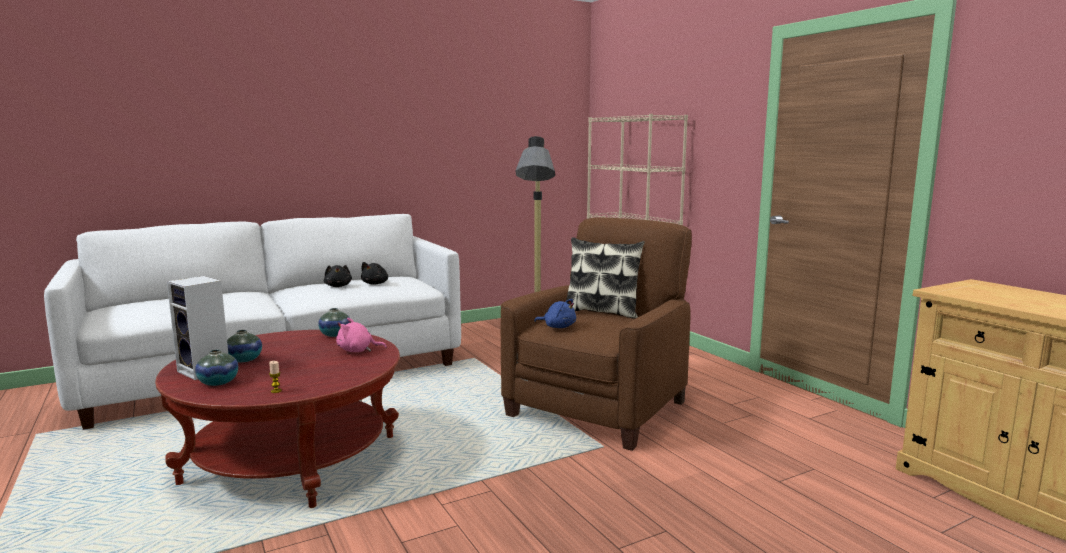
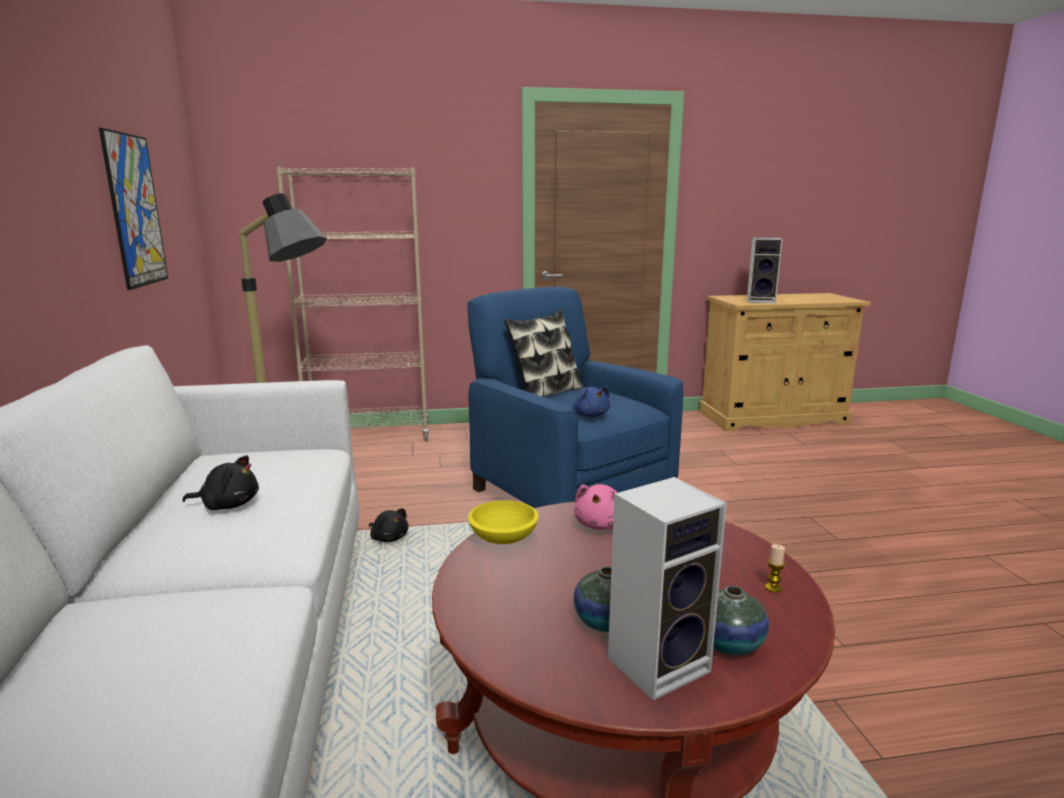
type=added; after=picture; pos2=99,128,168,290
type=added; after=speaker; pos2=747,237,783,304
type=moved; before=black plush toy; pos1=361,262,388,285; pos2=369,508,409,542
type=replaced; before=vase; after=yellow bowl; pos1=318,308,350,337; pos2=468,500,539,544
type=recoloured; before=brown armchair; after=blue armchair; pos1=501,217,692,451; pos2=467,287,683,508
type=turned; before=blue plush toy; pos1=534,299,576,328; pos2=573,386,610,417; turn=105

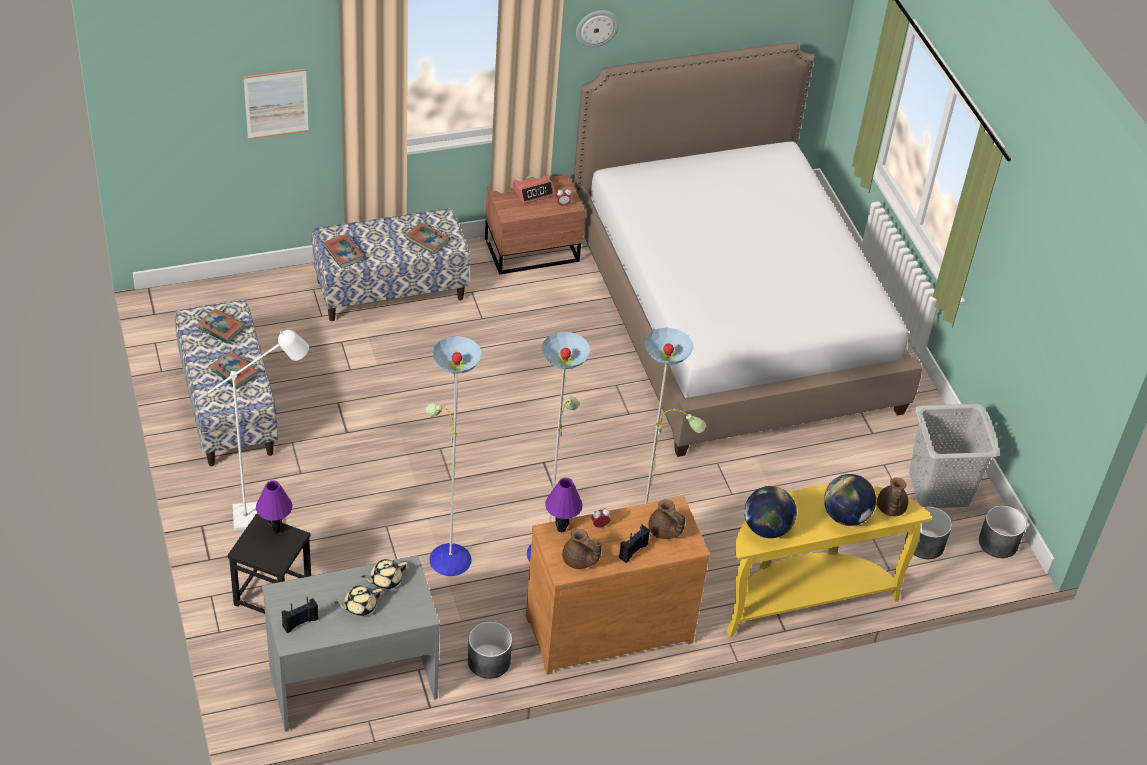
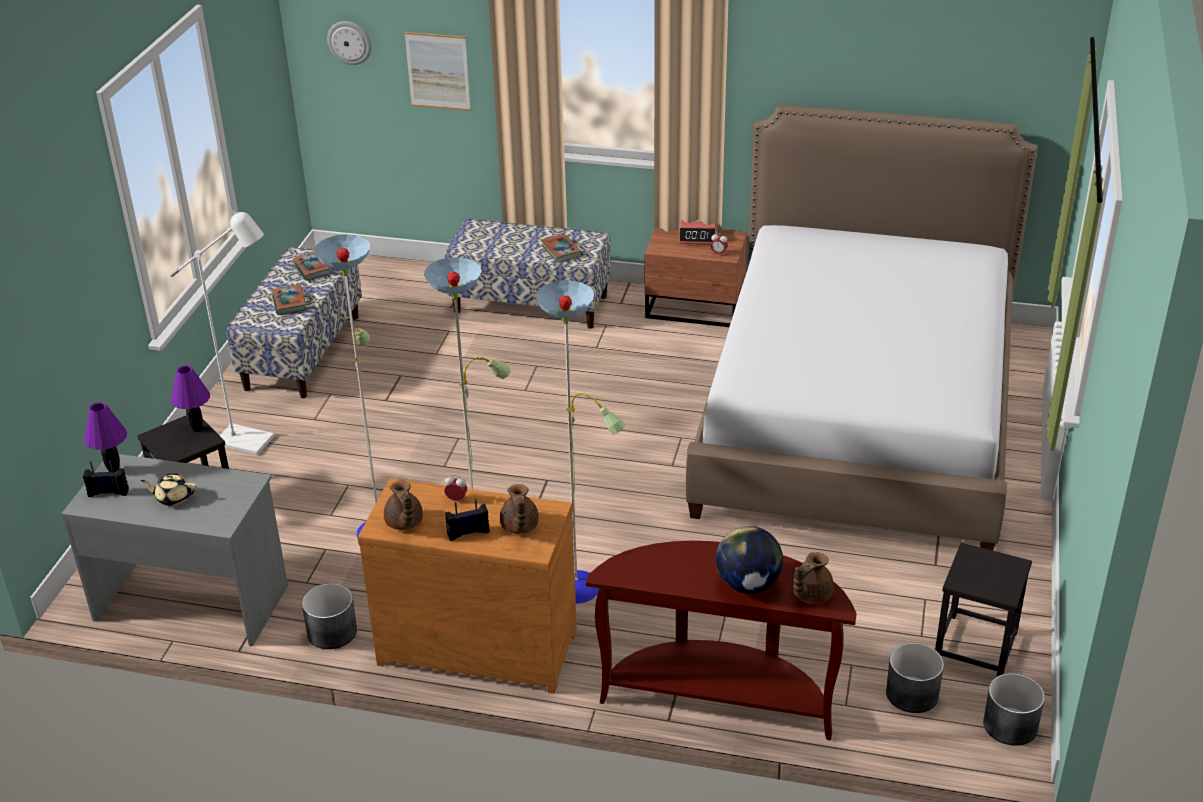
type=removed; before=book; pos1=323,234,365,269
type=removed; before=beige teapot; pos1=362,559,408,589
type=removed; before=globe; pos1=744,486,797,538
type=moved; before=purple table lamp; pos1=545,478,582,532; pos2=84,402,127,472
type=moved; before=wall clock; pos1=576,10,619,47; pos2=327,21,371,65
type=replaced; before=grey laundry basket; after=black stool; pos1=909,404,1000,508; pos2=935,543,1032,676
type=recoloured; before=yellow console table; after=brown console table; pos1=727,484,932,637; pos2=586,541,857,740

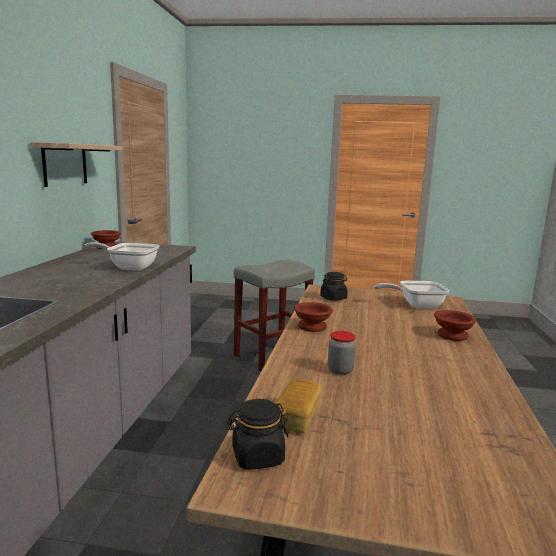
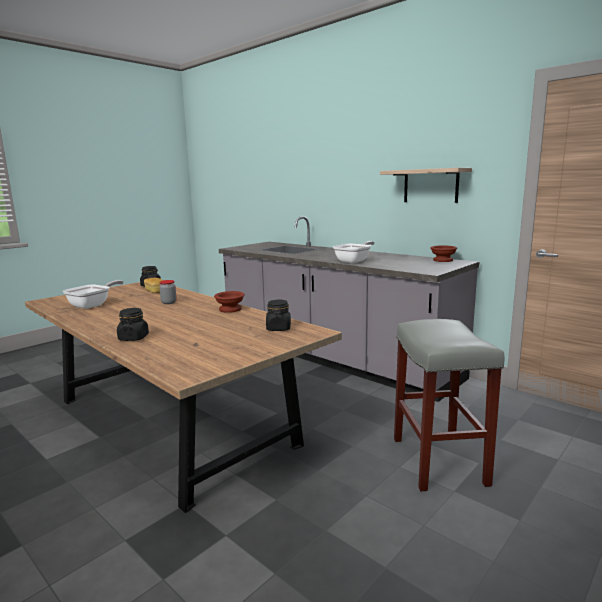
type=moved; before=frying pan; pos1=374,281,450,309; pos2=63,280,124,309
type=replaced; before=brown bowl; after=black jar; pos1=434,310,476,341; pos2=117,308,149,341

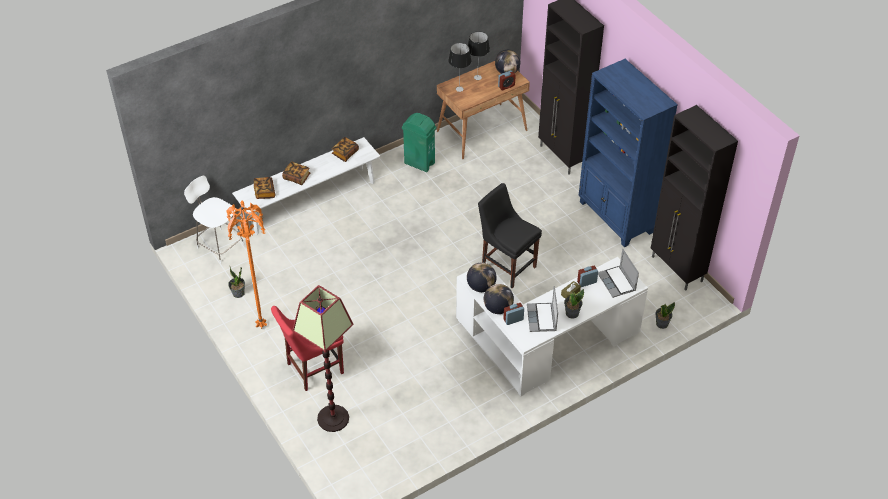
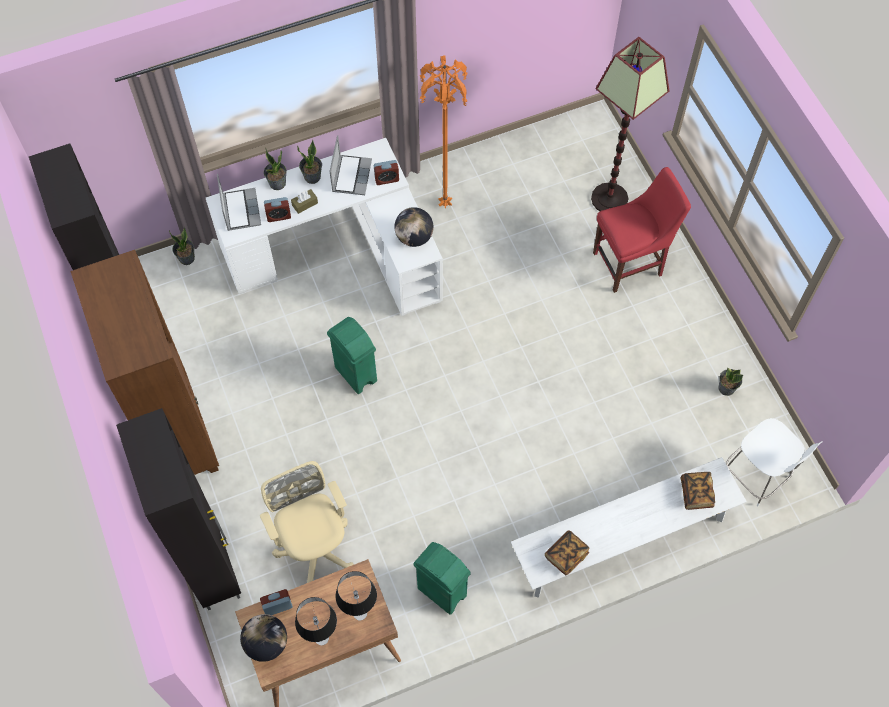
type=removed; before=book; pos1=282,161,310,185
type=removed; before=globe; pos1=484,284,514,314
type=added; after=beige office chair; pos2=260,461,354,583
type=added; after=potted plant; pos2=264,147,287,190
type=moved; before=orange floor lamp; pos1=226,200,267,329; pos2=420,55,468,208
type=replaced; before=black chair; after=green trash can; pos1=478,183,542,289; pos2=327,317,377,394
type=recoloured; before=blue bookcase; after=brown bookcase; pos1=579,59,678,247; pos2=70,250,219,475

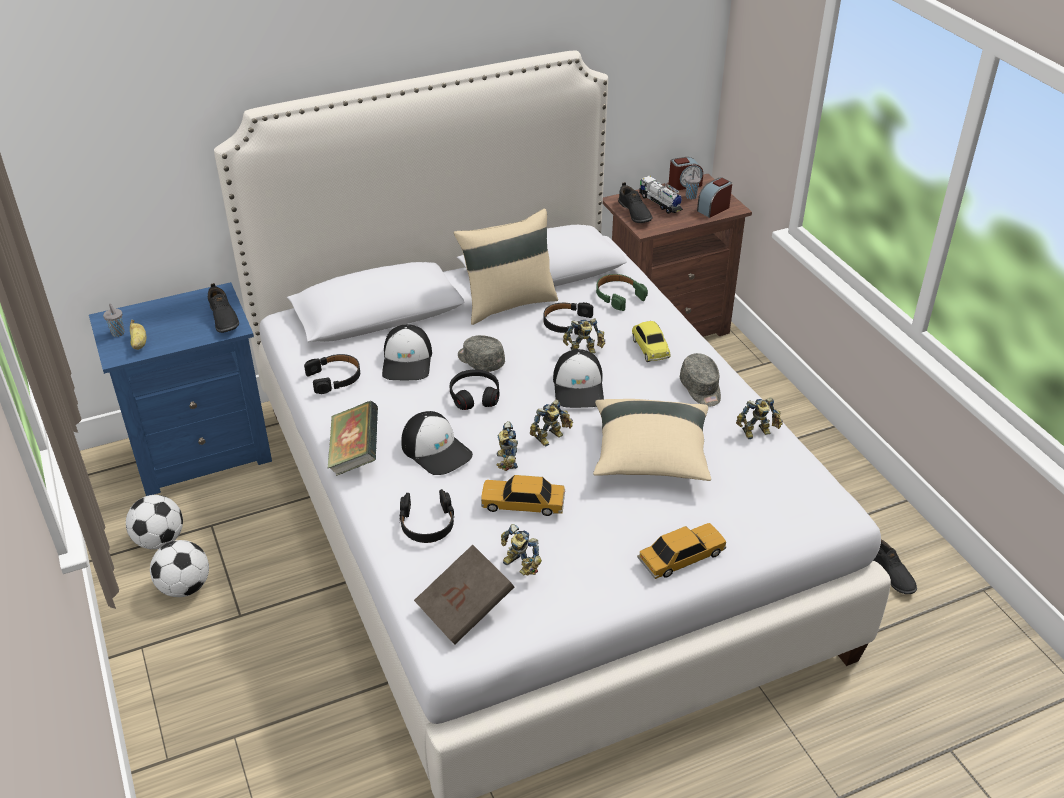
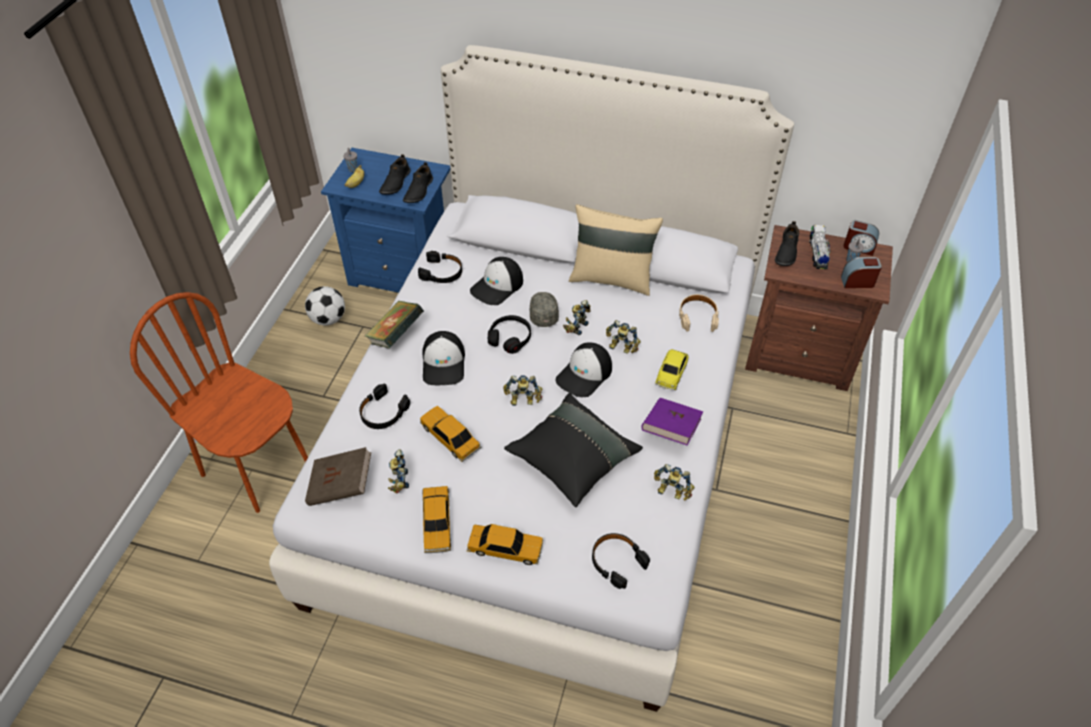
type=removed; before=football; pos1=150,540,209,597
type=added; after=brown chair; pos2=130,292,308,513
type=added; after=toy car; pos2=422,486,451,553
type=moved; before=toy robot; pos1=496,421,518,471; pos2=563,300,591,335
type=moved; before=black headphones; pos1=544,302,593,335; pos2=592,533,650,589
type=moved; before=black shoe; pos1=873,540,917,594; pos2=379,154,411,195
type=replaced; before=grey cap; after=purple book; pos1=680,353,721,406; pos2=642,398,703,445
type=recoloured; before=beige pillow; after=black pillow; pos1=593,399,711,481; pos2=504,393,643,507
type=recoloured; before=green headphones; after=beige headphones; pos1=596,274,648,311; pos2=679,294,719,332

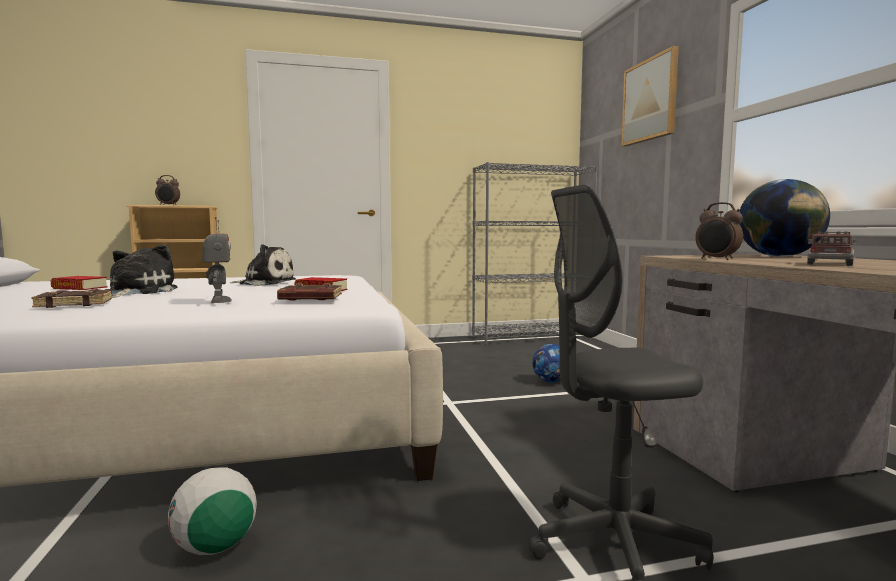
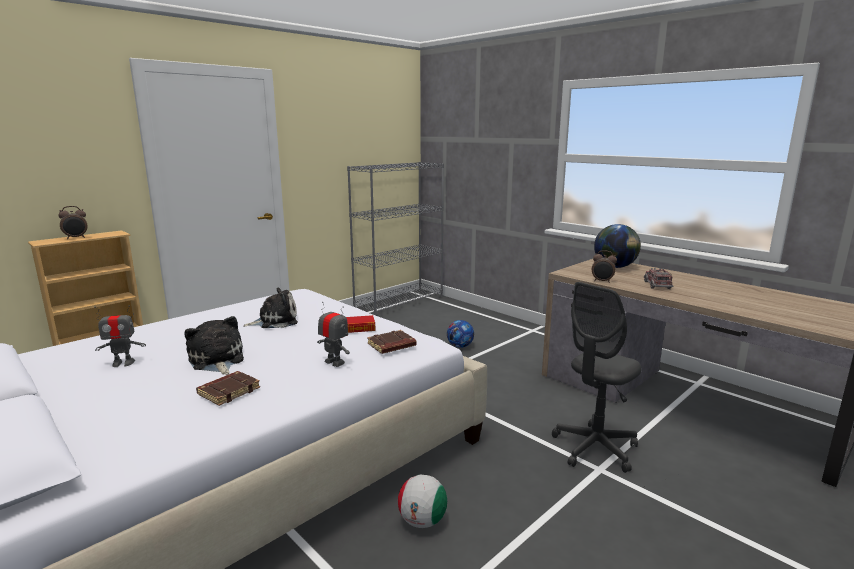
type=removed; before=picture; pos1=621,46,679,146
type=replaced; before=book; after=toy robot; pos1=51,276,108,290; pos2=94,306,146,367

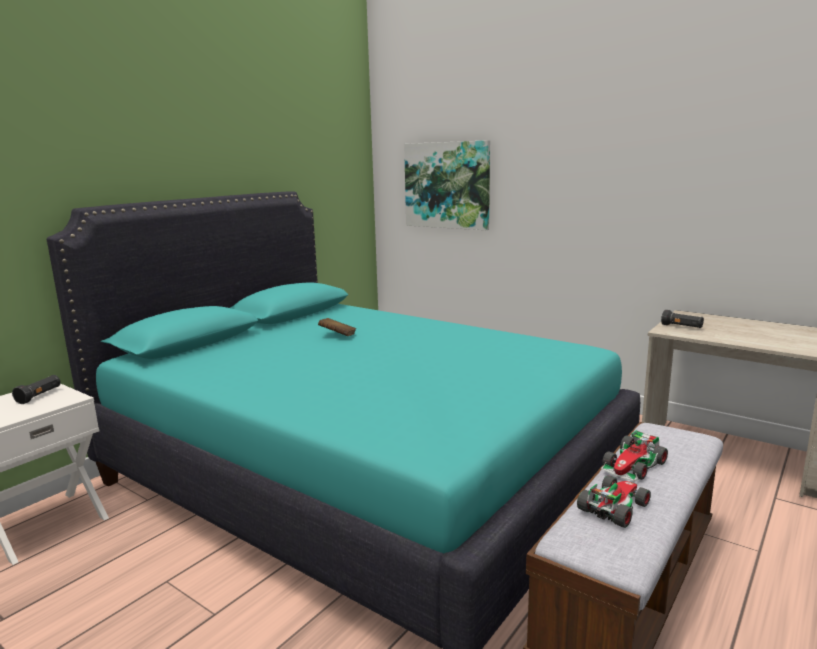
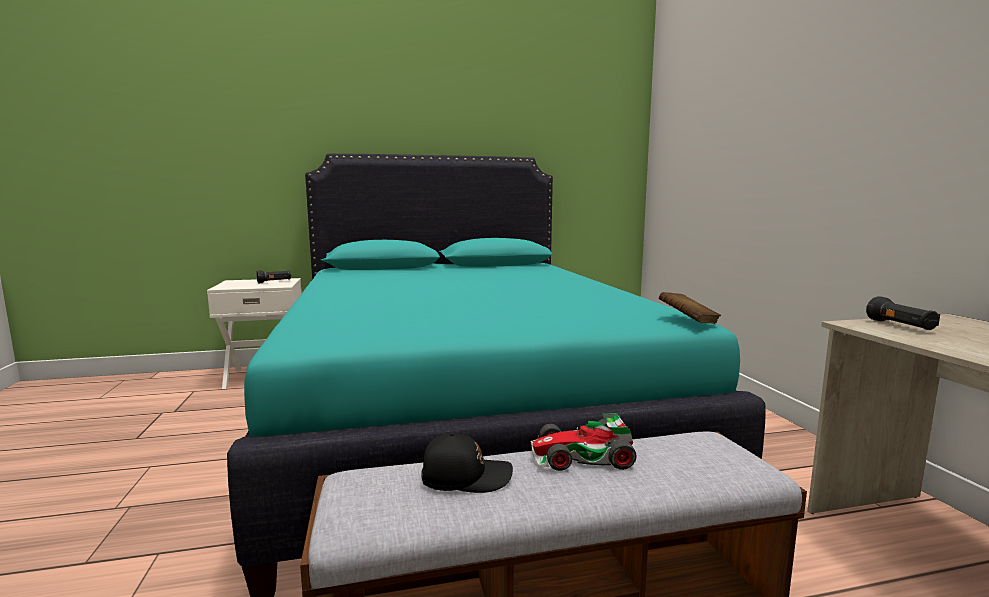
type=removed; before=picture; pos1=404,140,490,230
type=moved; before=brown book; pos1=318,318,356,336; pos2=659,292,721,324
type=replaced; before=toy car; after=black cap; pos1=577,475,651,528; pos2=421,433,513,493

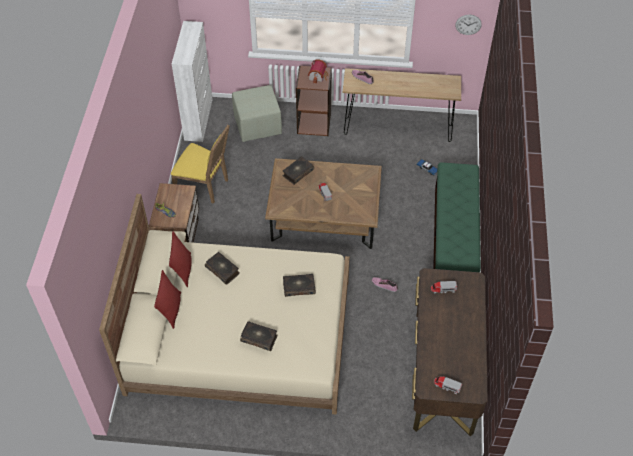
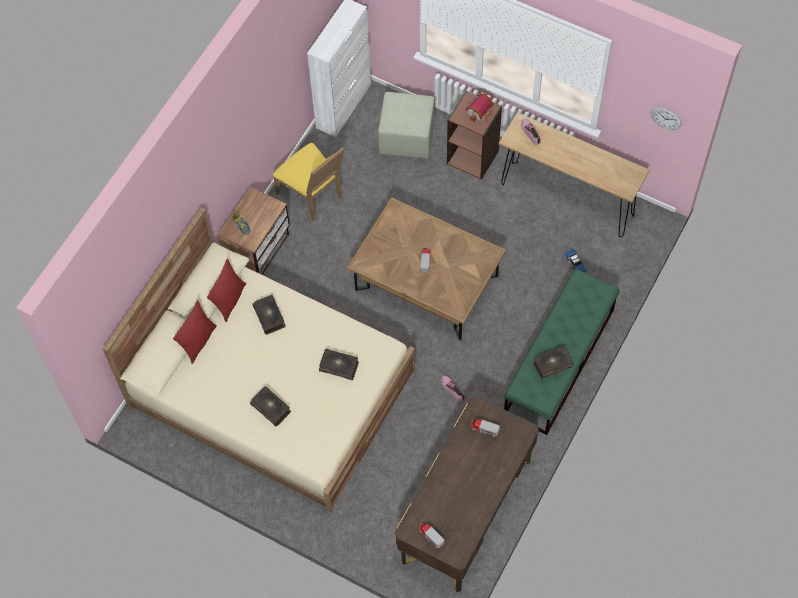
type=moved; before=book; pos1=283,156,314,185; pos2=533,346,574,379

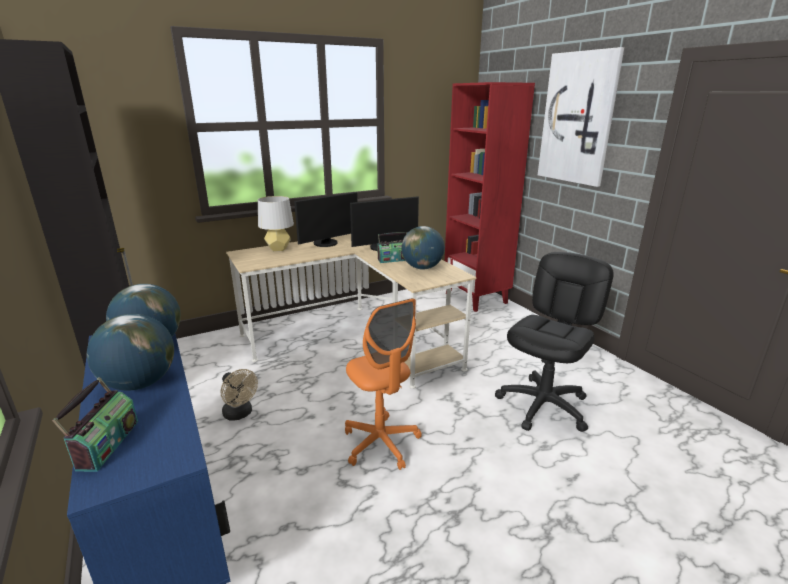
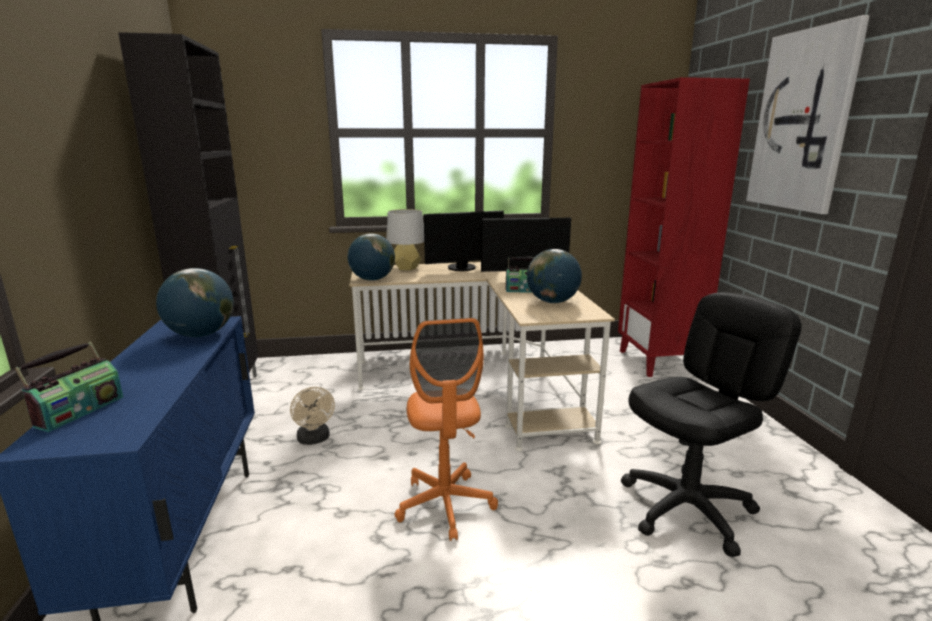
type=moved; before=globe; pos1=87,314,174,391; pos2=347,234,395,281

